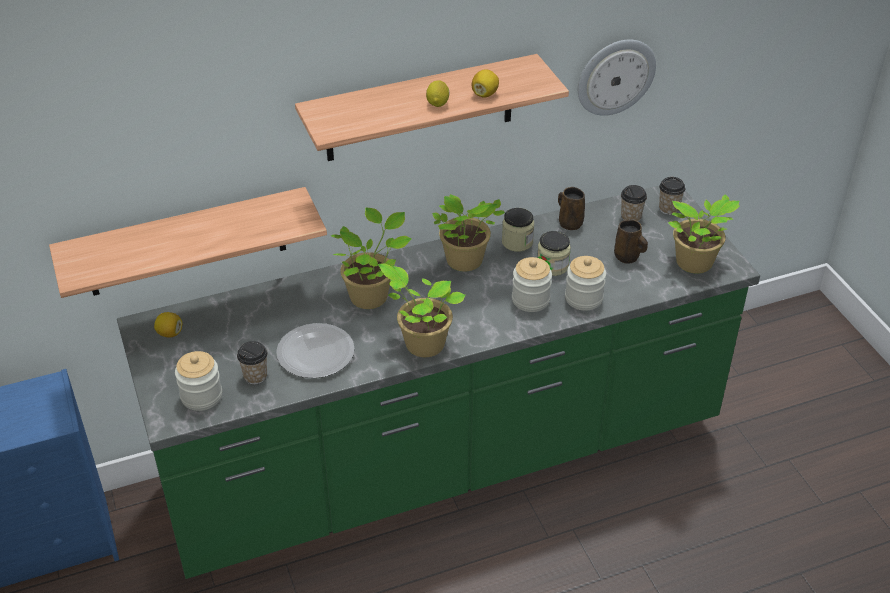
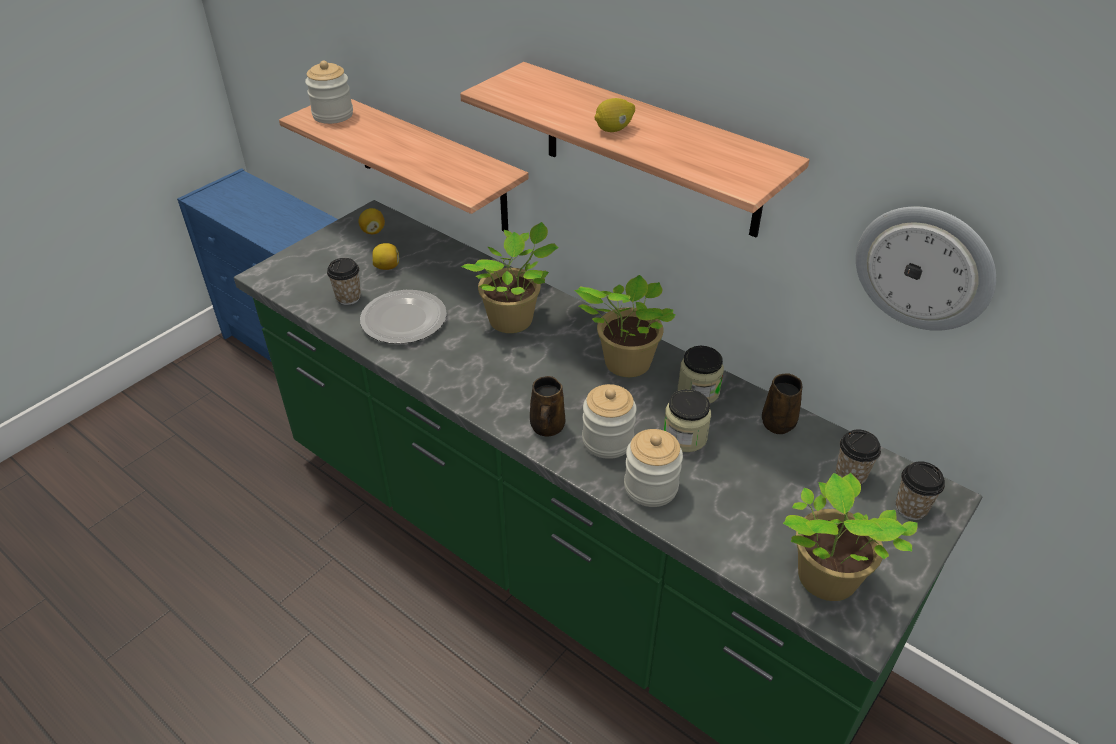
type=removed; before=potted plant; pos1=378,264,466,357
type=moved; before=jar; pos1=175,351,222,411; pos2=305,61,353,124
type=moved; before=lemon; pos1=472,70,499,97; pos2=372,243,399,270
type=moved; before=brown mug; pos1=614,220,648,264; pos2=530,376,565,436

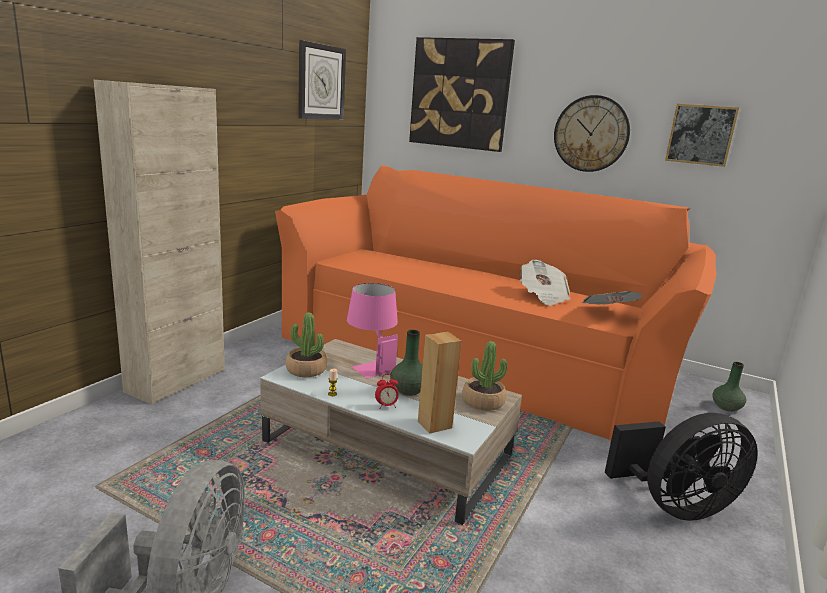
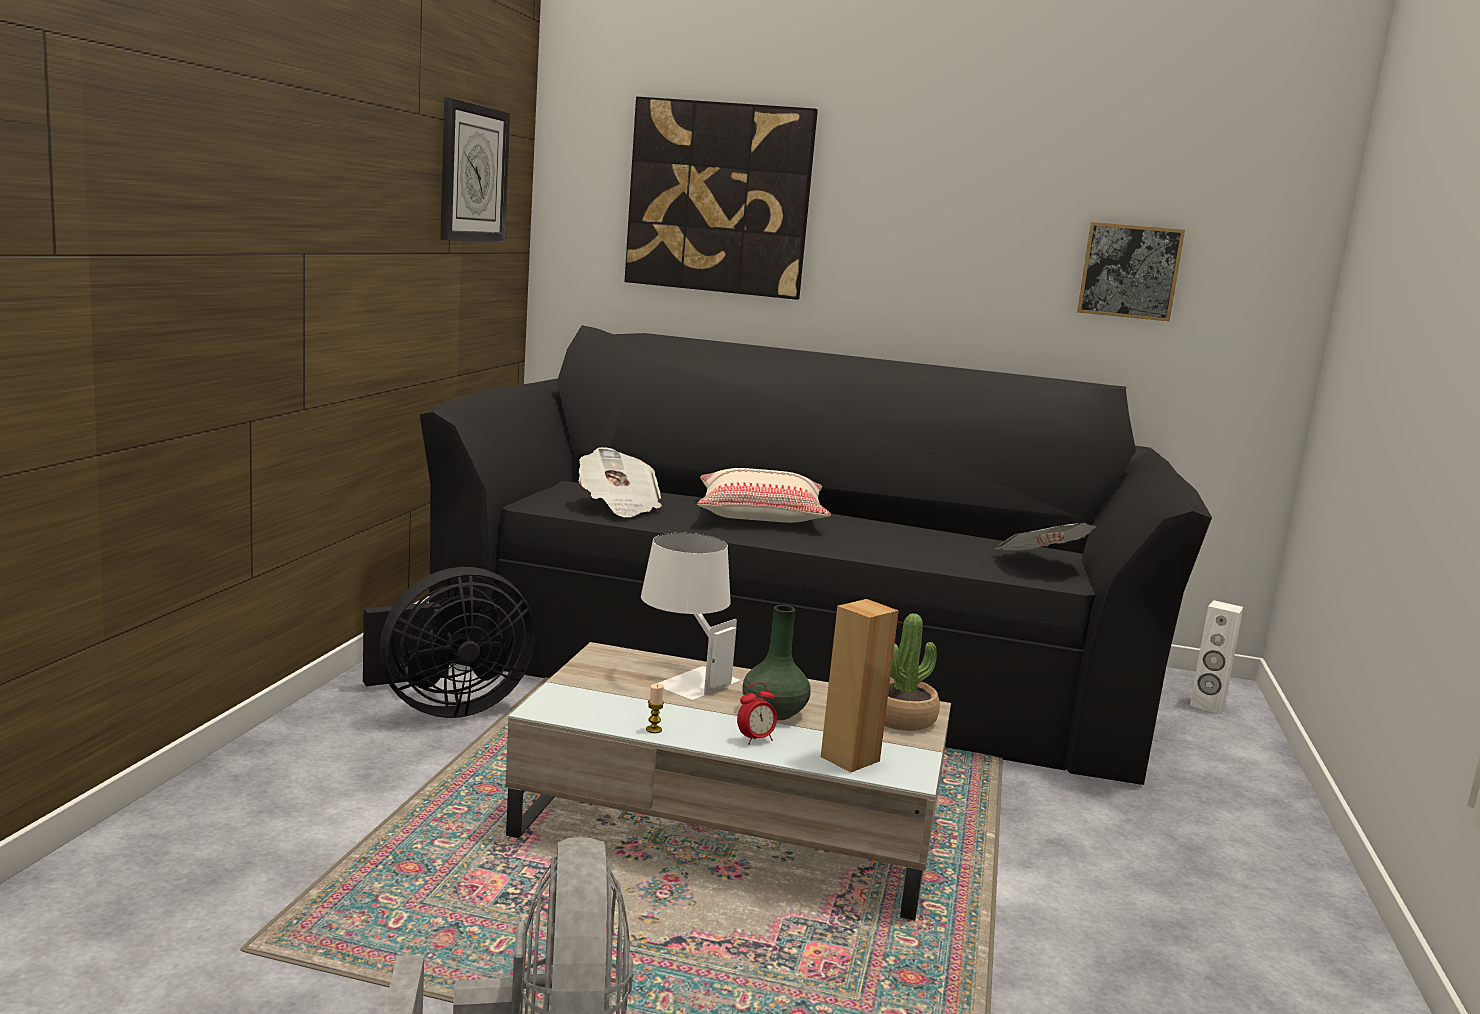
type=removed; before=beige cabinet; pos1=94,80,225,405
type=removed; before=potted plant; pos1=286,312,327,377
type=removed; before=wall clock; pos1=554,95,630,172
type=added; after=beige pillow; pos2=697,468,831,523
type=moved; before=newspaper; pos1=520,260,571,306; pos2=579,447,662,517
type=moved; before=black fan; pos1=605,413,758,521; pos2=363,567,535,718
type=replaced; before=green vase; after=white speaker; pos1=712,362,746,412; pos2=1190,600,1243,714
type=recoloured; before=orange sofa; after=black sofa; pos1=275,165,716,441; pos2=420,325,1212,785
type=recoloured; before=pink table lamp; after=white table lamp; pos1=347,283,398,378; pos2=641,533,741,700

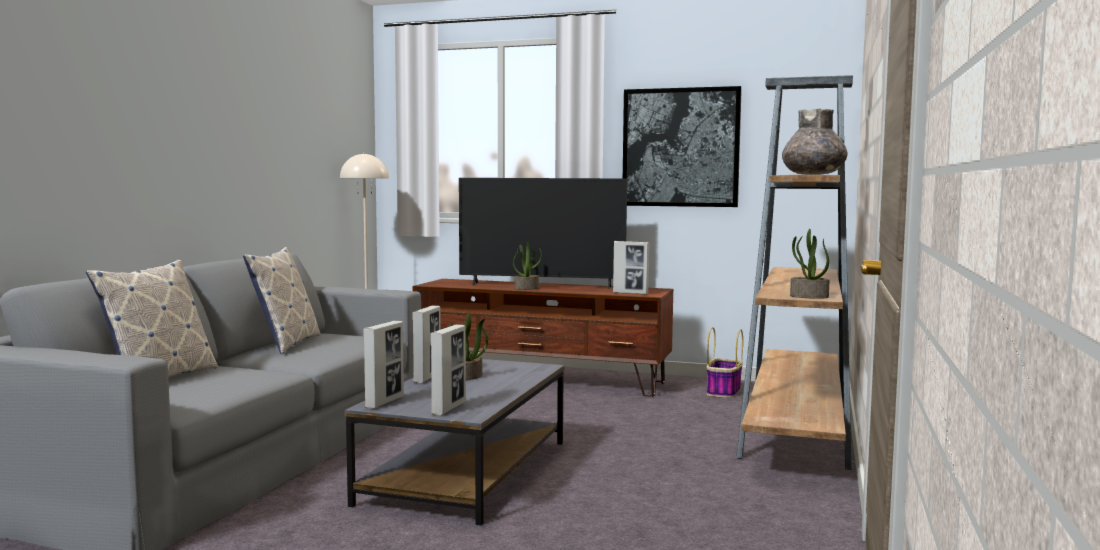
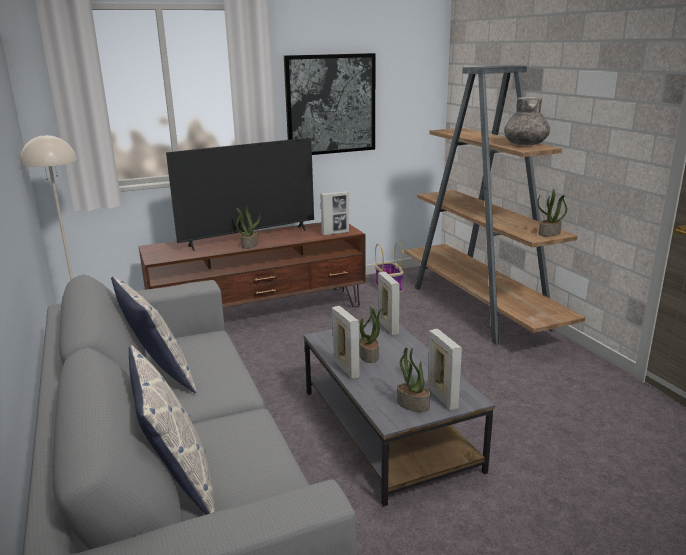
type=added; after=potted plant; pos2=397,348,430,412
type=moved; before=picture frame; pos1=363,321,404,409; pos2=378,272,400,335

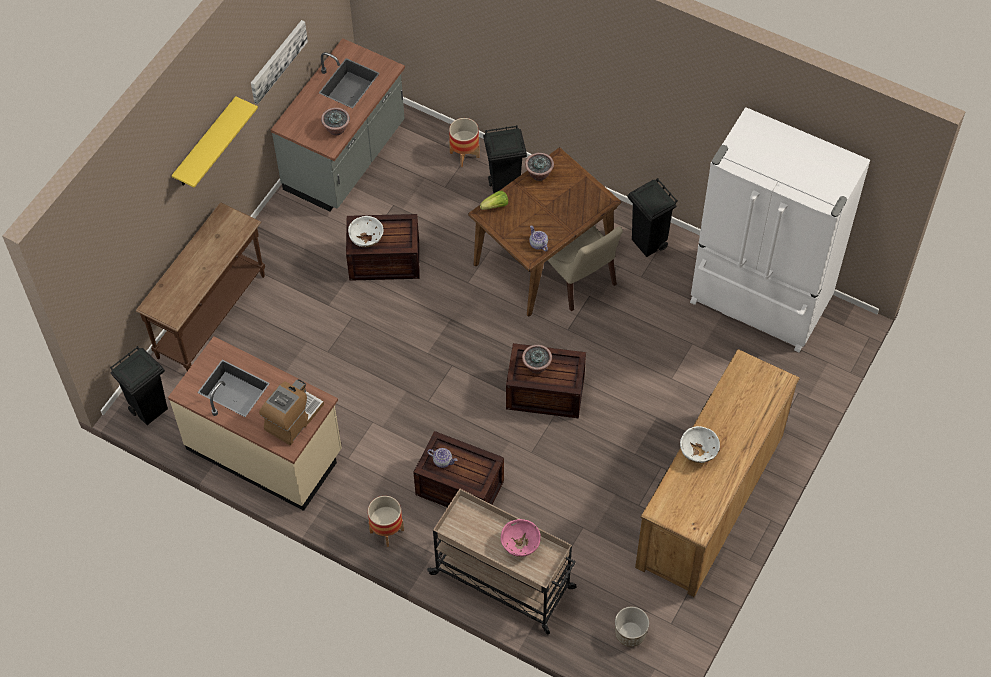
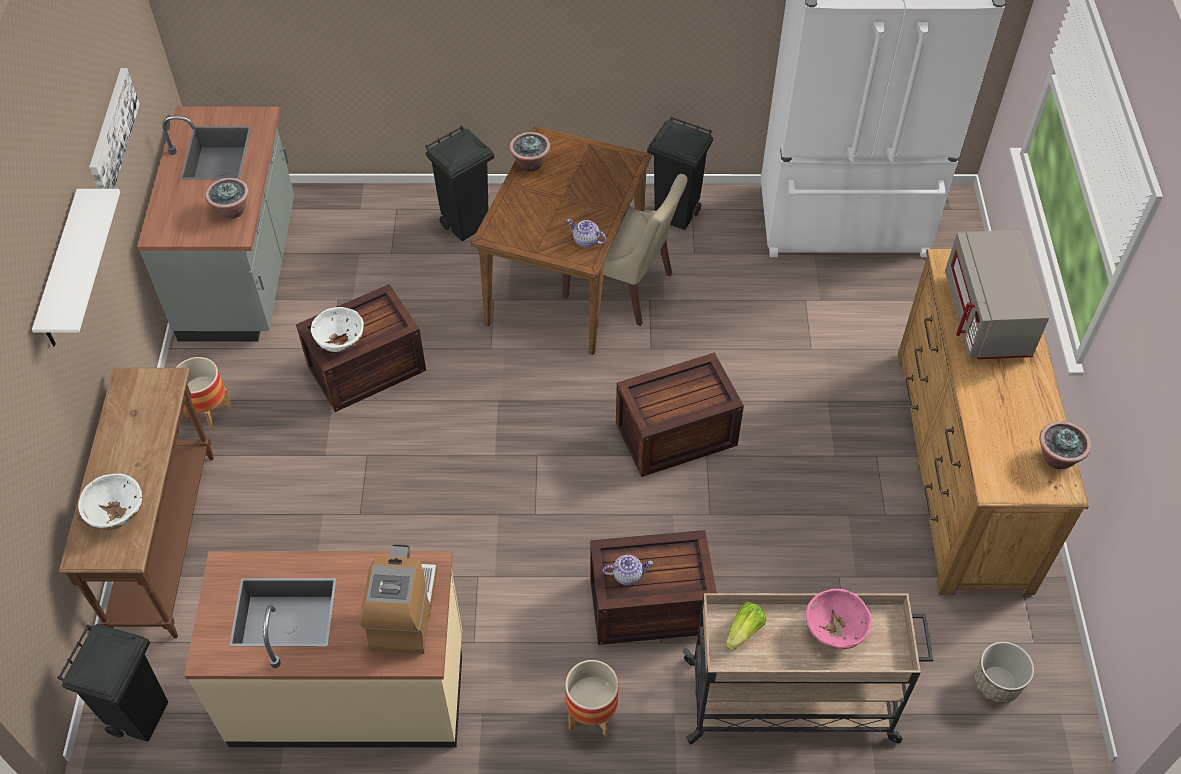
type=added; after=grey microwave; pos2=945,230,1049,359
type=moved; before=planter; pos1=449,118,480,167; pos2=176,357,233,431
type=moved; before=lettuce; pos1=480,191,508,210; pos2=726,602,766,650
type=moved; before=potted plant; pos1=522,345,552,374; pos2=1039,421,1091,469
type=moved; before=white bowl; pos1=680,426,720,463; pos2=78,474,142,530
type=recoloured; before=yellow shelf; after=white shelf; pos1=172,96,258,188; pos2=32,189,120,346

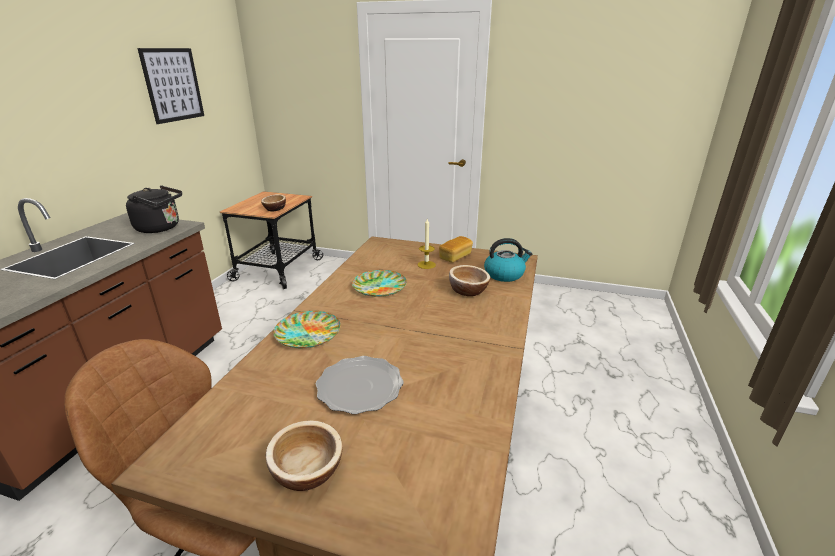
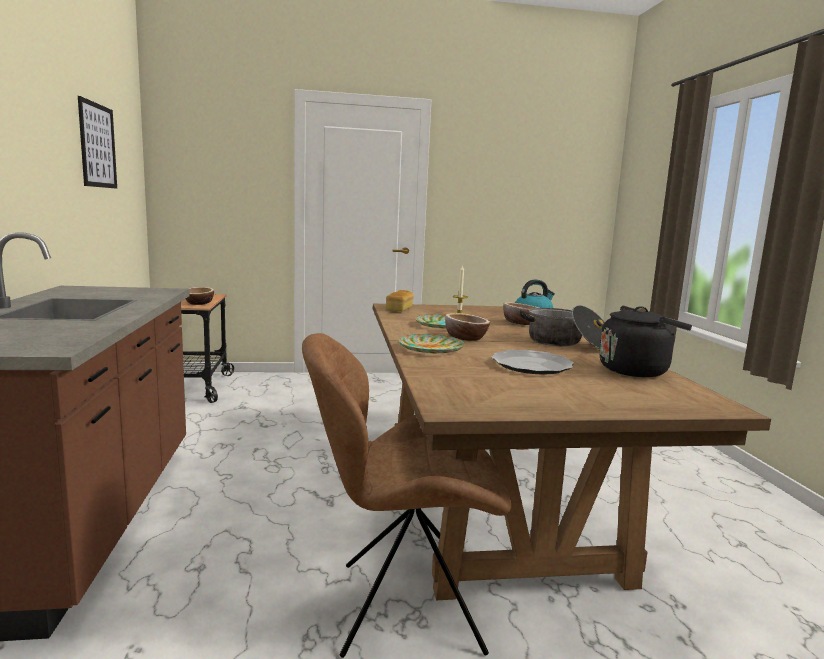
type=added; after=cooking pot; pos2=520,305,605,349
type=moved; before=black kettle; pos1=126,185,182,233; pos2=599,306,692,377
type=moved; before=bowl; pos1=266,420,343,491; pos2=445,313,490,341
type=moved; before=bread; pos1=439,236,473,263; pos2=386,290,414,311

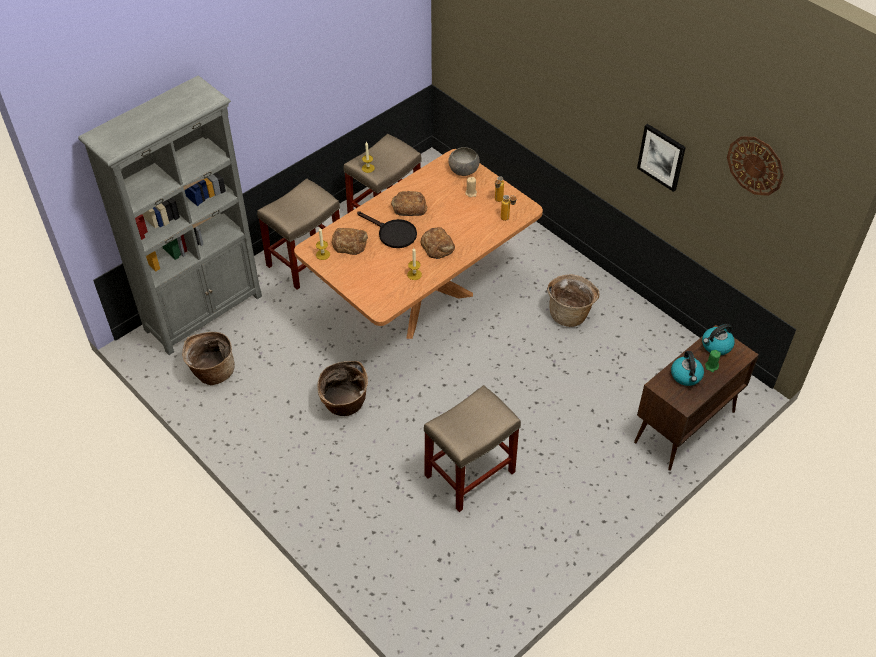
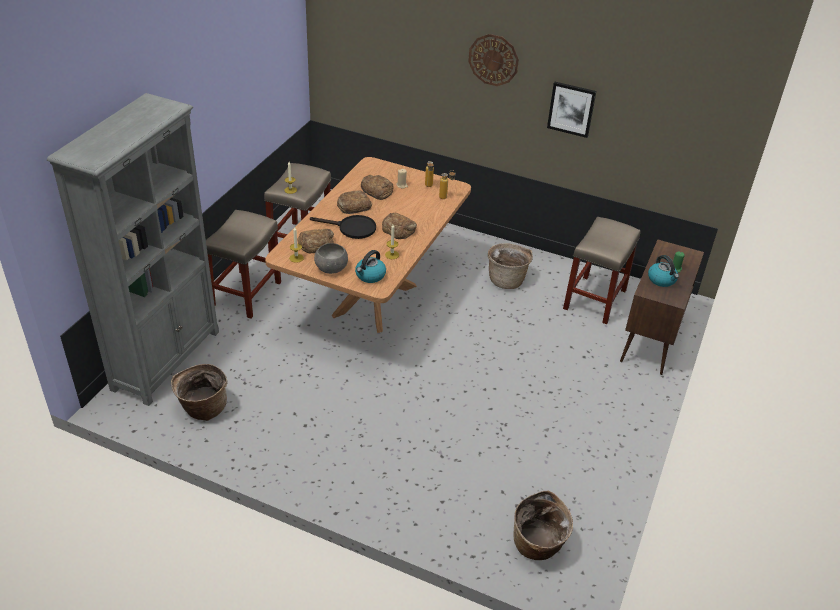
type=added; after=bread; pos2=361,175,393,200
type=moved; before=basket; pos1=318,361,368,416; pos2=513,491,573,560
type=moved; before=beige stool; pos1=424,385,521,512; pos2=563,217,641,324
type=moved; before=grey bowl; pos1=448,147,480,176; pos2=314,243,348,274
type=moved; before=kettle; pos1=702,324,735,355; pos2=355,250,386,283
type=moved; before=wall clock; pos1=727,136,784,196; pos2=468,34,519,86

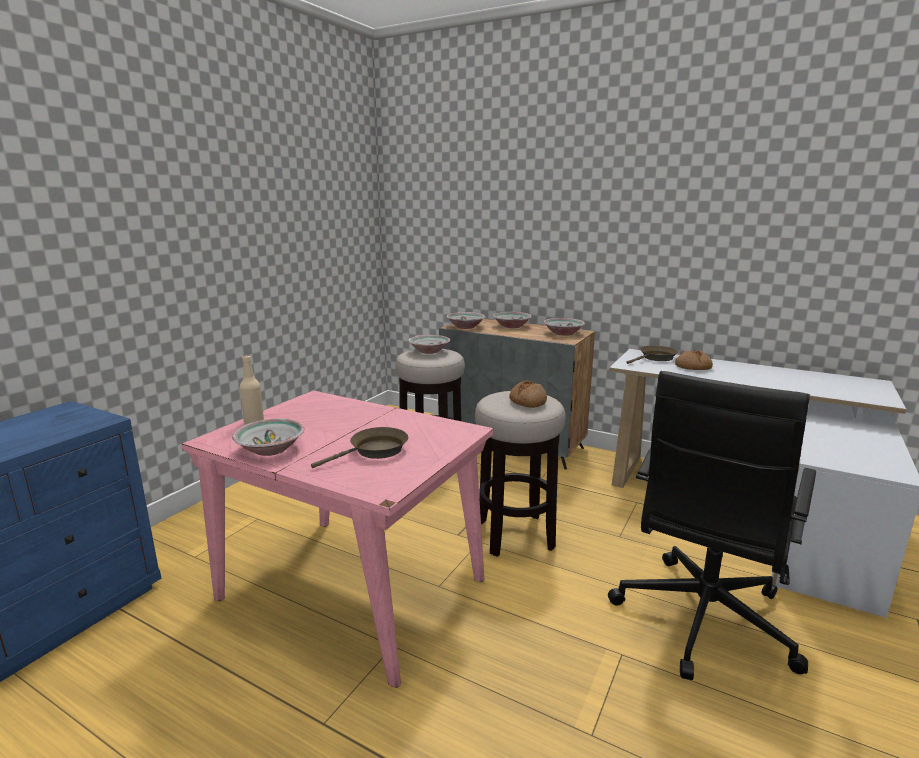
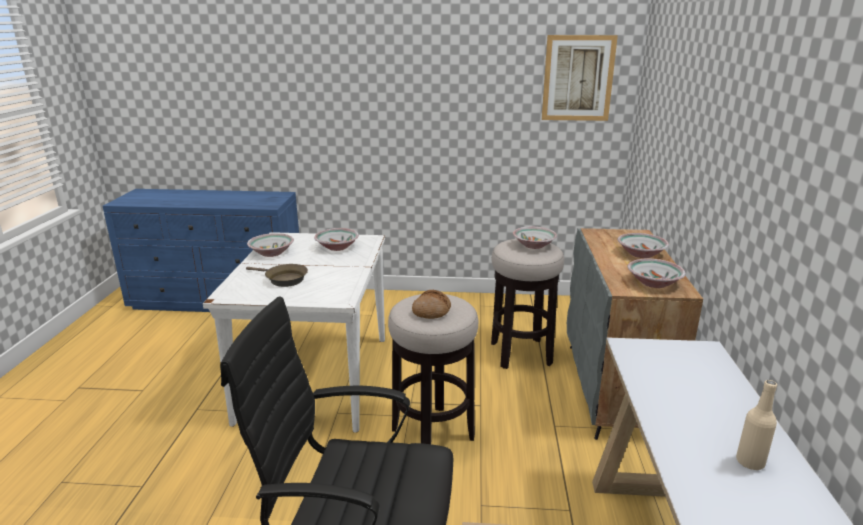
type=removed; before=brown frying pan; pos1=626,346,678,364
type=removed; before=bread; pos1=675,350,713,370
type=added; after=picture; pos2=542,35,618,121
type=moved; before=beige bottle; pos1=240,355,264,424; pos2=736,380,777,470
type=moved; before=bowl; pos1=447,312,485,329; pos2=314,228,359,251
type=recoloured; before=pink dining table; after=white dining table; pos1=181,390,494,688; pos2=203,232,385,433

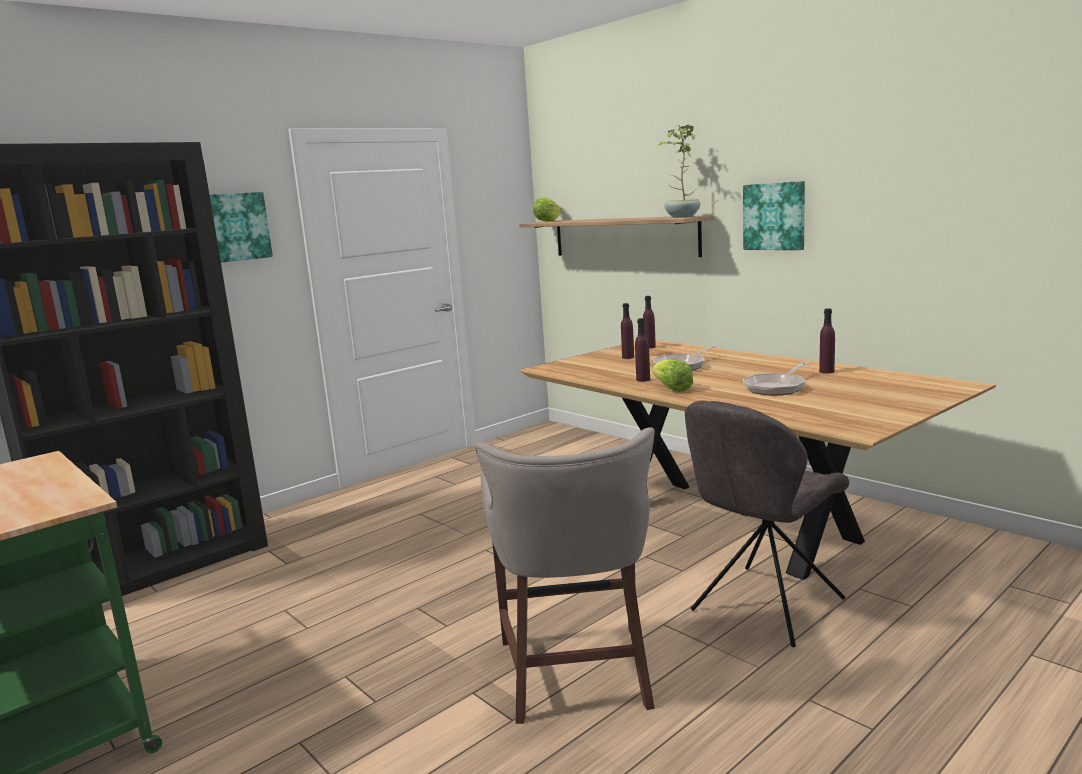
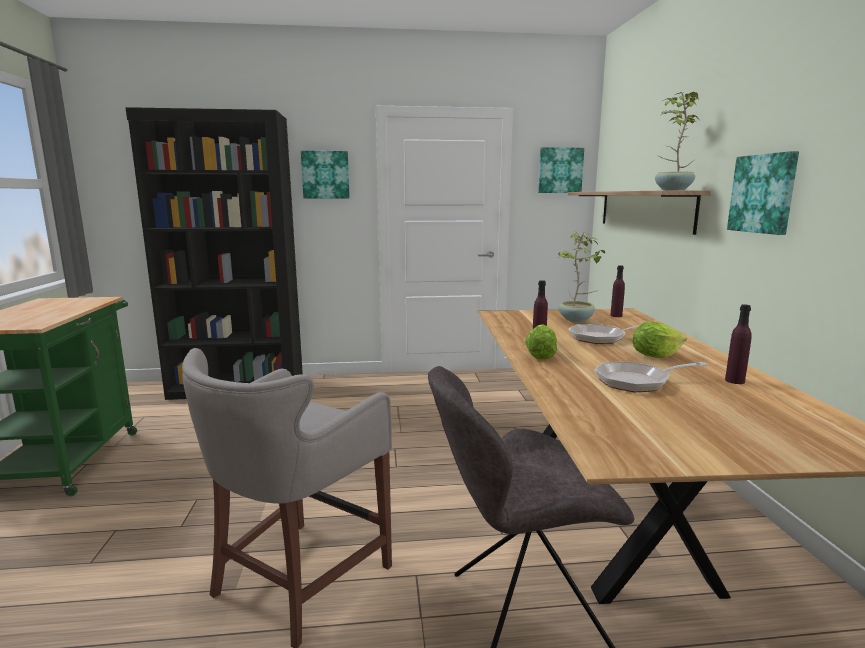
type=added; after=picture; pos2=538,147,584,193
type=moved; before=lettuce; pos1=533,198,562,221; pos2=632,322,686,358
type=replaced; before=purple bottle; after=potted plant; pos1=621,303,634,359; pos2=558,232,605,322

